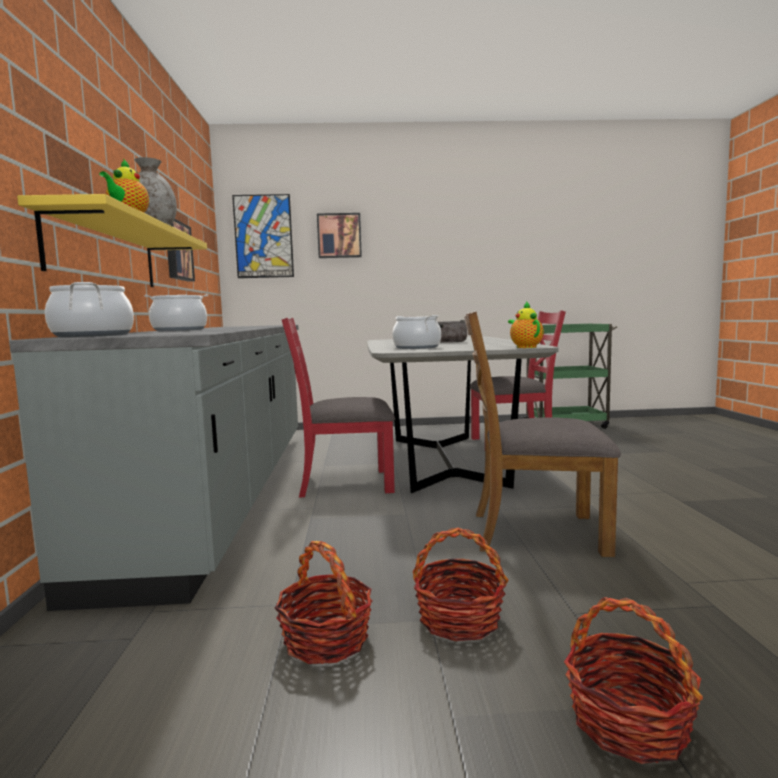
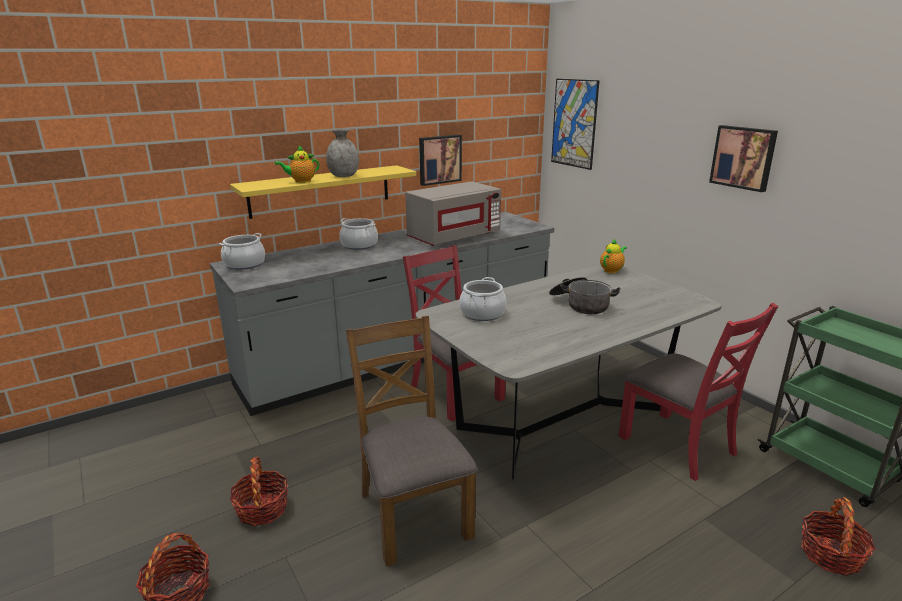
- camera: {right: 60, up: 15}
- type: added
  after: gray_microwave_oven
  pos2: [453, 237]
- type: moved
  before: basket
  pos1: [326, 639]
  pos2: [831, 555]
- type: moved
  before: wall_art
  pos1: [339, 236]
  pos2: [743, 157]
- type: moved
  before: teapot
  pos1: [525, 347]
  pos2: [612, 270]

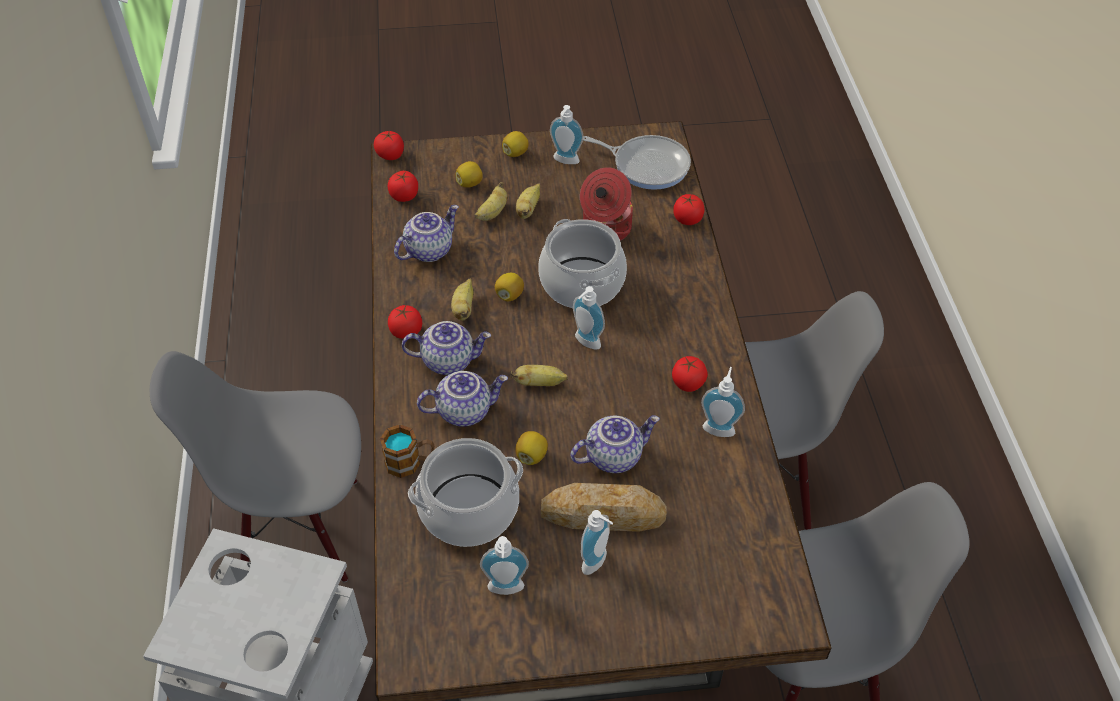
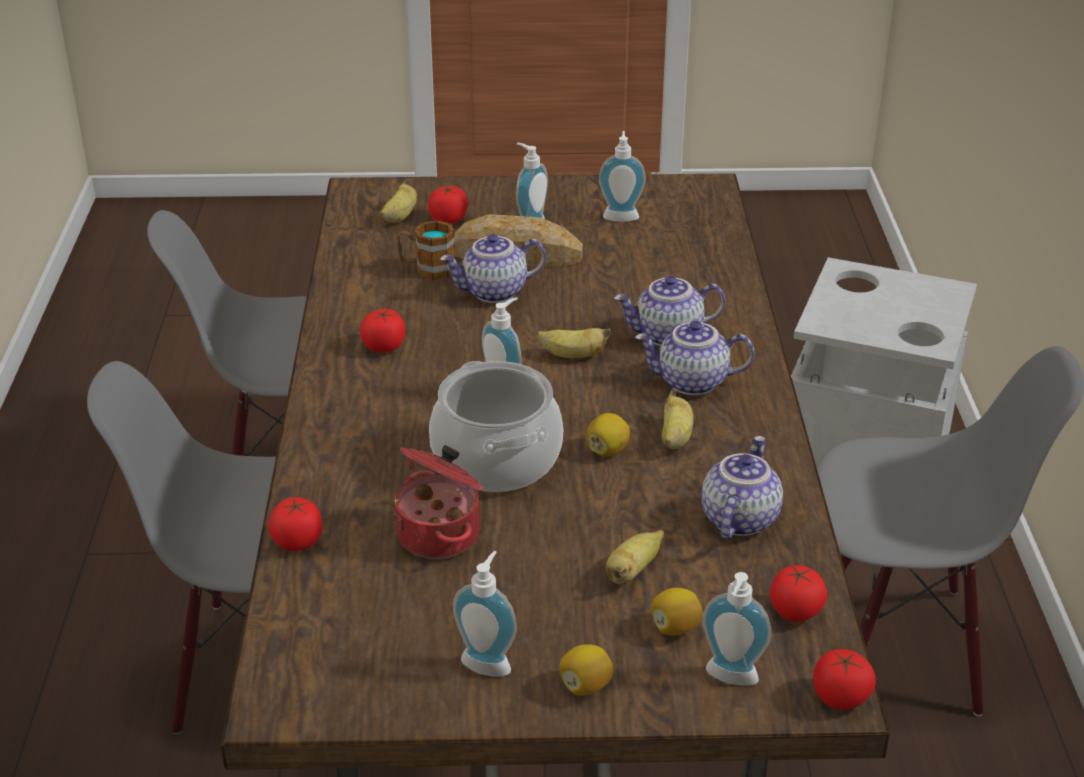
- camera: {right: -175, up: -15}
- type: removed
  before: saucepot
  pos1: [469, 510]
- type: removed
  before: citrus_fruit
  pos1: [531, 456]
- type: removed
  before: frying_pan
  pos1: [647, 165]
- type: moved
  before: coffee_mug
  pos1: [410, 462]
  pos2: [427, 269]
- type: moved
  before: whole_tomato
  pos1: [406, 331]
  pos2: [448, 219]
- type: moved
  before: whole_banana
  pos1: [528, 209]
  pos2: [400, 217]
- type: moved
  before: liquid_soap_bottle
  pos1: [719, 427]
  pos2: [730, 679]
- type: turned
  before: teapot
  pos1: [428, 250]
  pos2: [737, 518]
  turn: 150

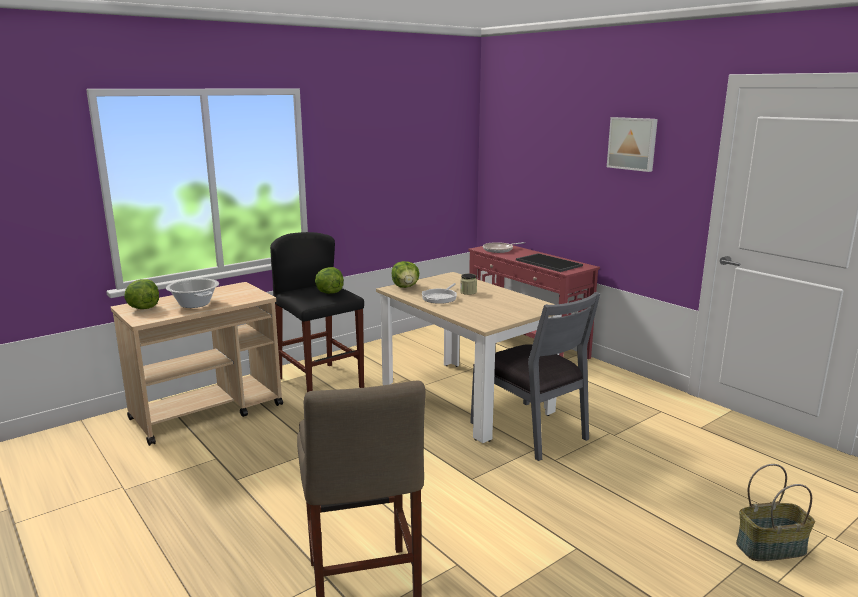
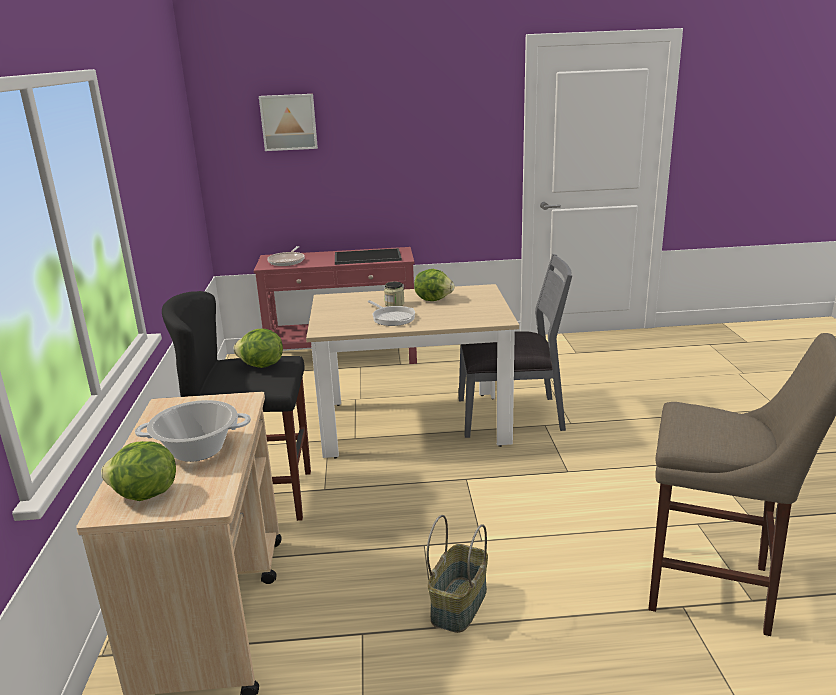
- camera: {right: -55, up: 5}
- type: moved
  before: lettuce
  pos1: [405, 287]
  pos2: [433, 299]
- type: moved
  before: wall_art
  pos1: [633, 143]
  pos2: [289, 122]
- type: moved
  before: basket
  pos1: [770, 547]
  pos2: [458, 604]

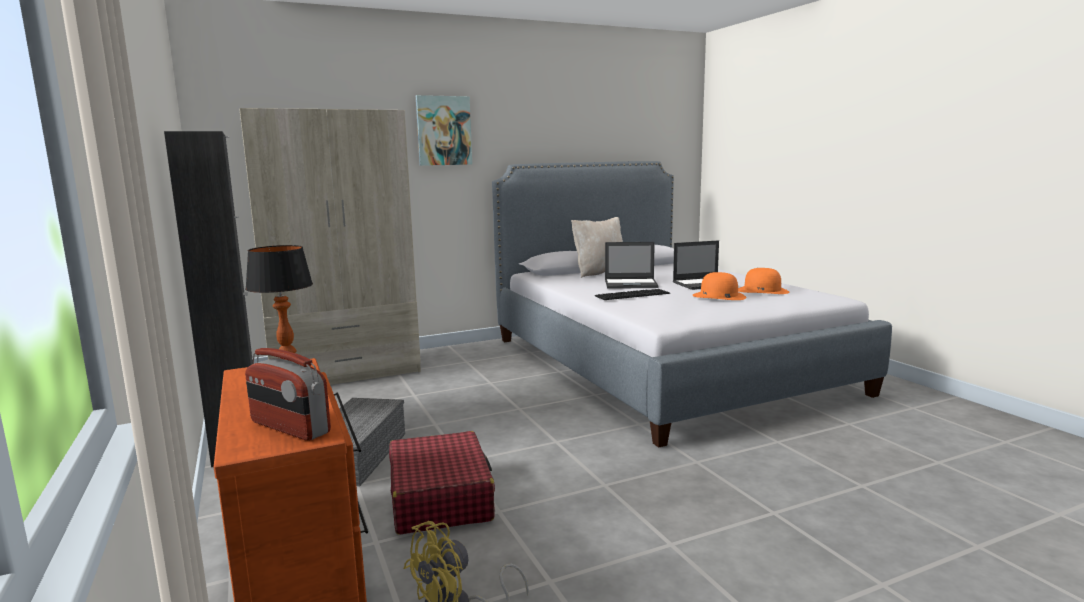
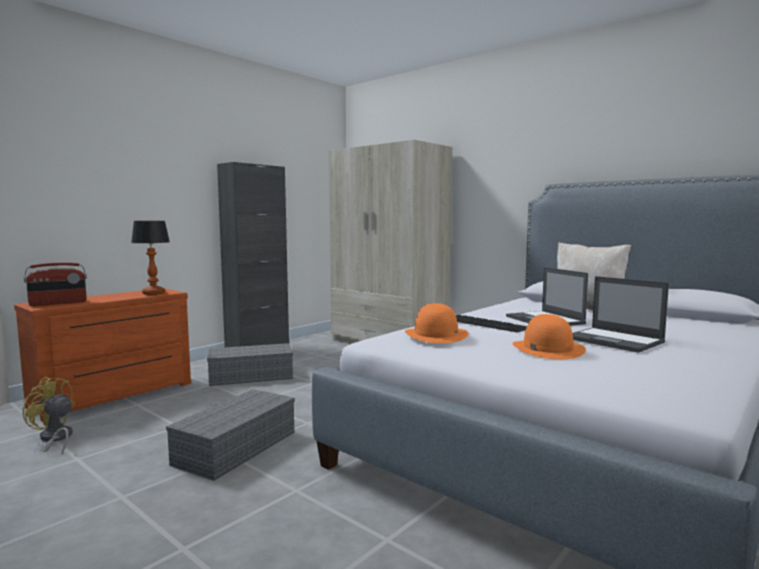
- camera: {right: 65, up: -5}
- type: removed
  before: reddish_suitcase
  pos1: [440, 498]
- type: removed
  before: wall_art
  pos1: [443, 131]
- type: added
  after: gray_storage_bin
  pos2: [236, 447]
- type: moved
  before: orange_wearable_hat
  pos1: [762, 290]
  pos2: [436, 335]
- type: turned
  before: radio_receiver
  pos1: [289, 428]
  pos2: [58, 303]
  turn: -135

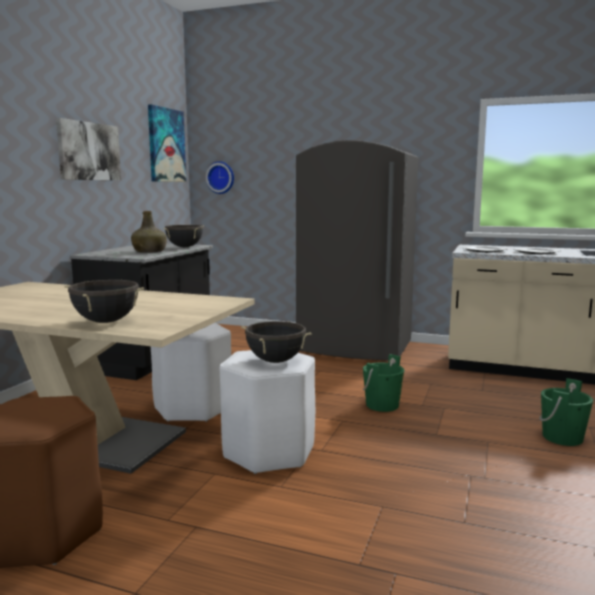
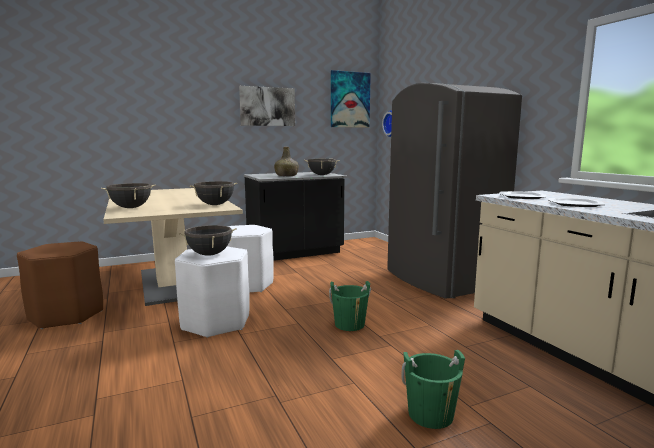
- camera: {right: 45, up: 0}
- type: added
  after: black-coloured_saucepot
  pos2: [215, 205]

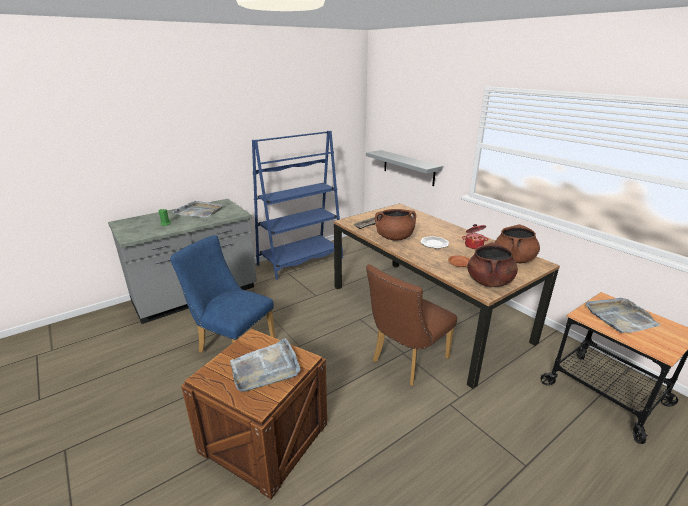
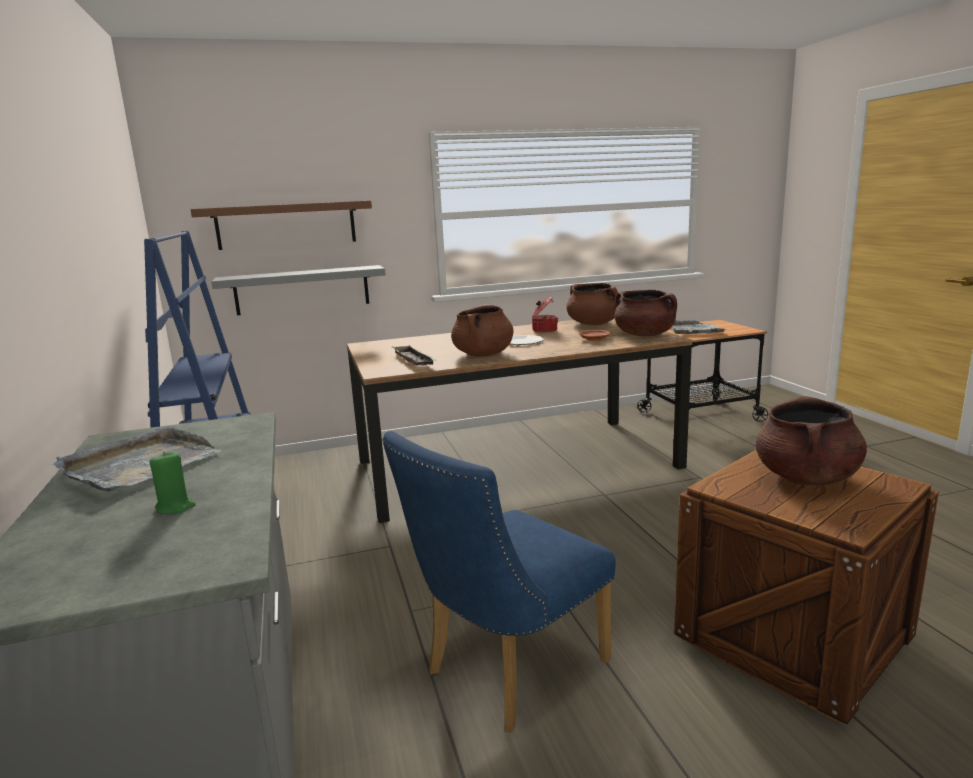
- camera: {right: -70, up: -10}
- type: removed
  before: brownish_plain_chair
  pos1: [405, 361]
- type: added
  after: brownish_wall_shelf
  pos2: [286, 225]
- type: replaced
  before: gray_tray
  after: brownish_saucepot
  pos1: [265, 368]
  pos2: [806, 478]

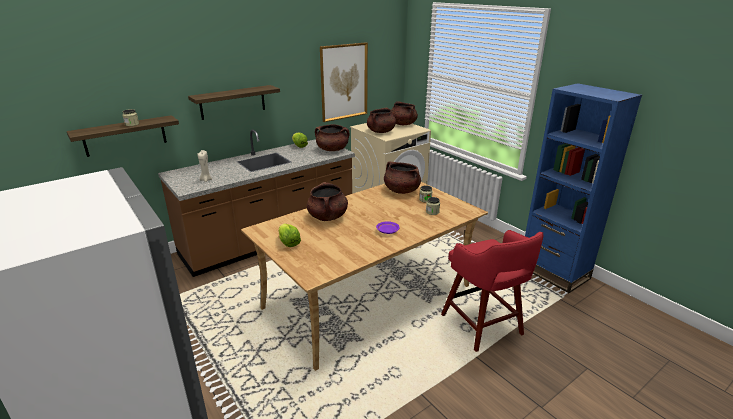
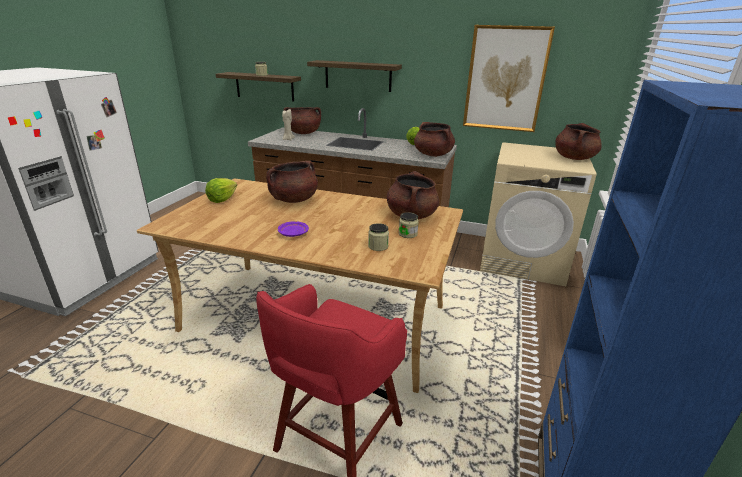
- camera: {right: 55, up: 0}
- type: moved
  before: brownish_saucepot
  pos1: [381, 131]
  pos2: [303, 133]

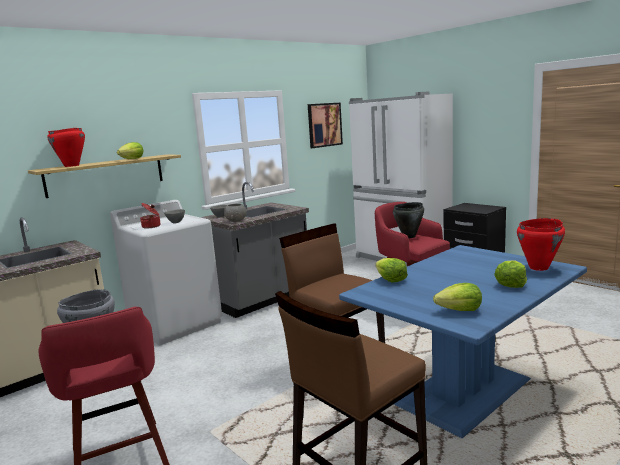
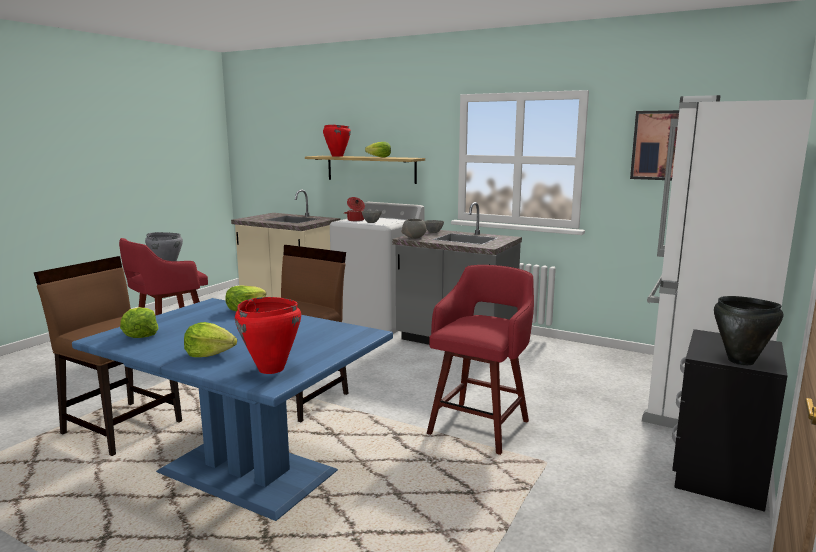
- camera: {right: 70, up: 0}
- type: moved
  before: black-coloured_saucepot
  pos1: [409, 236]
  pos2: [741, 361]

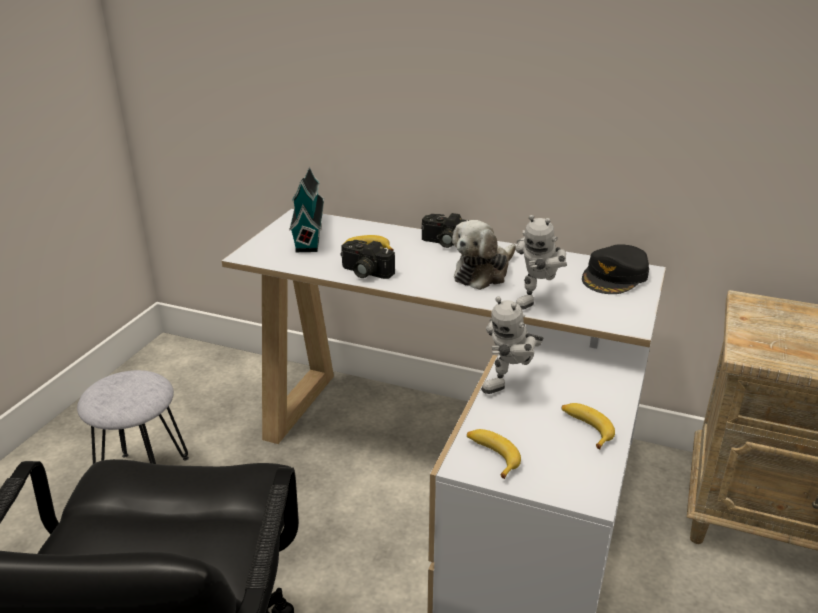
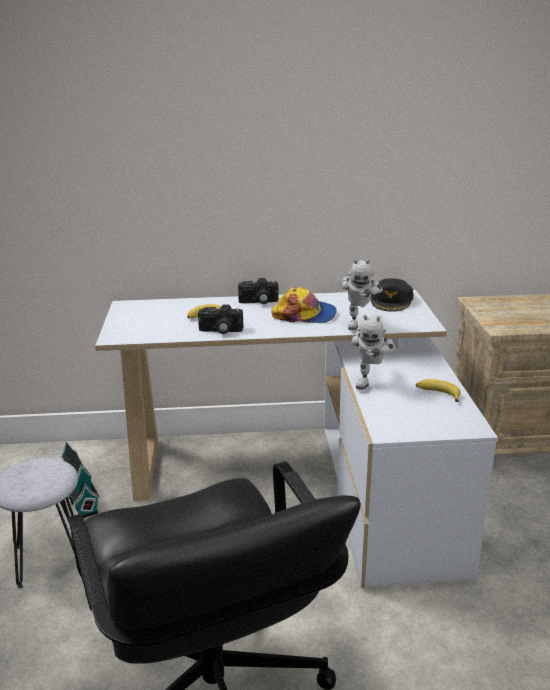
- camera: {right: -25, up: -5}
- type: removed
  before: whole_banana
  pos1: [491, 456]
- type: moved
  before: miniature_house
  pos1: [309, 233]
  pos2: [80, 496]
- type: replaced
  before: soft_toy
  after: cap
  pos1: [483, 273]
  pos2: [305, 315]

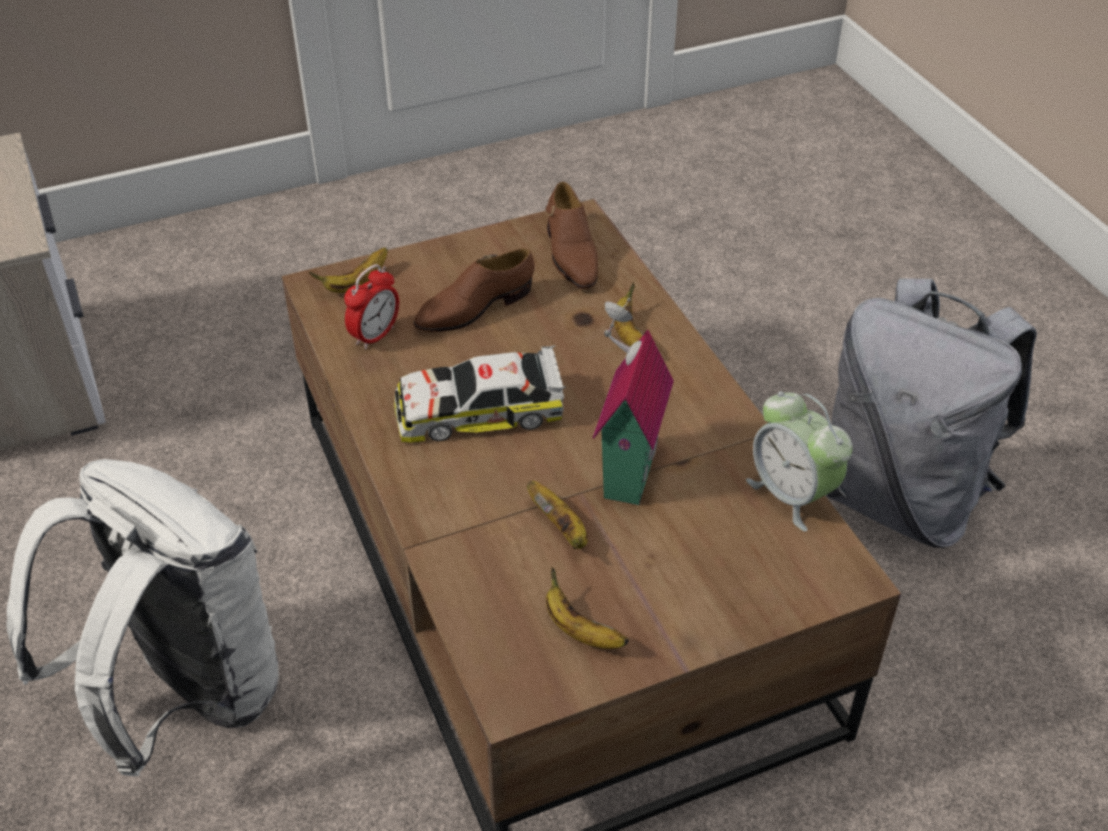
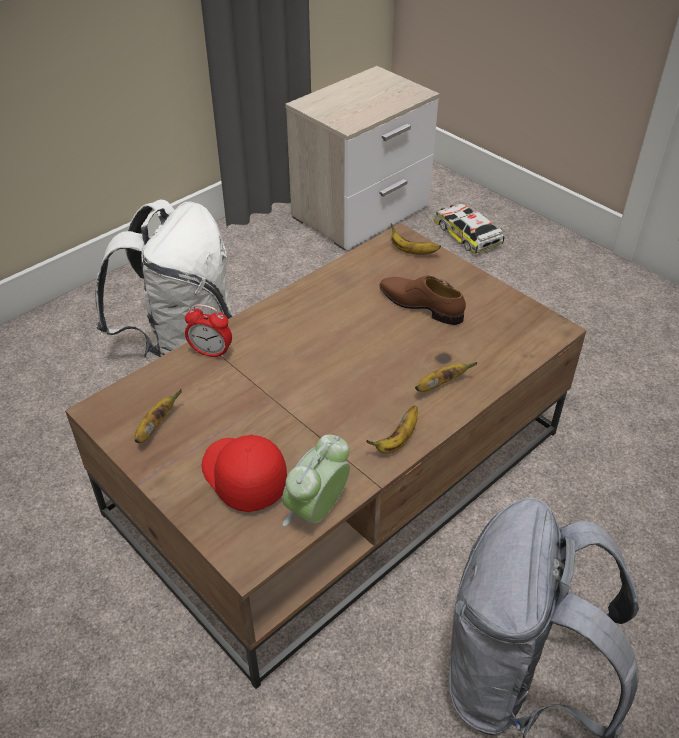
- camera: {right: 70, up: 0}
- type: removed
  before: brownish_shoe
  pos1: [570, 255]
- type: removed
  before: miniature_house
  pos1: [624, 470]
- type: added
  after: reddish_cap
  pos2: [242, 478]
- type: moved
  before: table_clock
  pos1: [375, 336]
  pos2: [211, 352]
- type: moved
  before: model_car
  pos1: [479, 411]
  pos2: [467, 234]
- type: moved
  before: whole_banana
  pos1: [561, 528]
  pos2: [397, 440]

